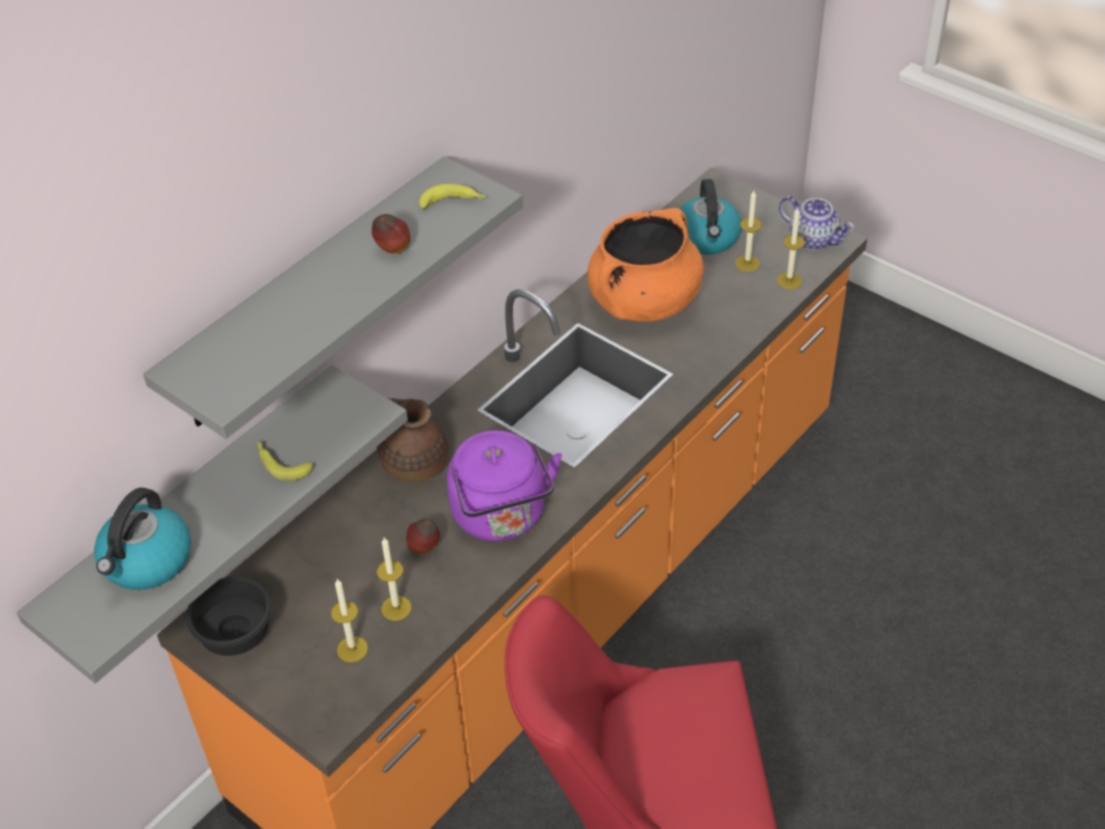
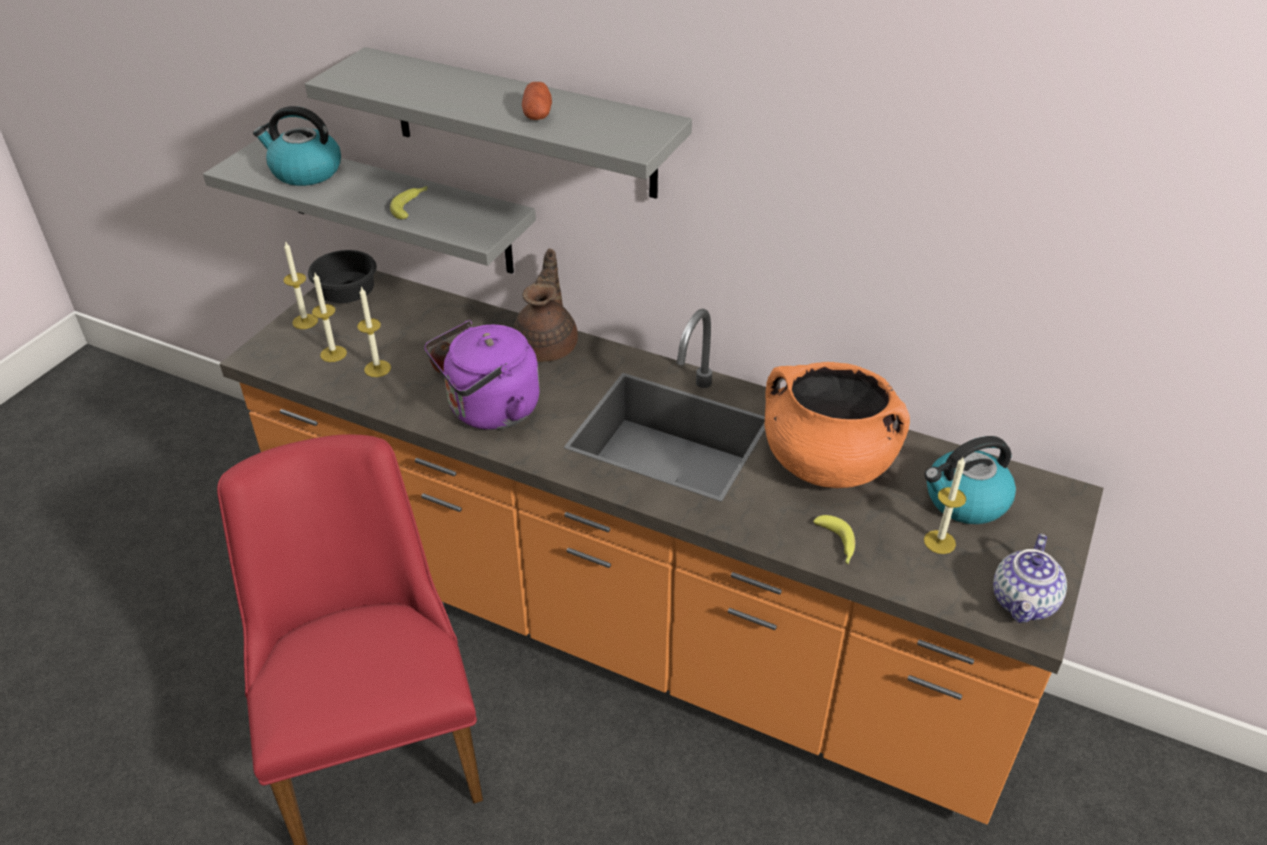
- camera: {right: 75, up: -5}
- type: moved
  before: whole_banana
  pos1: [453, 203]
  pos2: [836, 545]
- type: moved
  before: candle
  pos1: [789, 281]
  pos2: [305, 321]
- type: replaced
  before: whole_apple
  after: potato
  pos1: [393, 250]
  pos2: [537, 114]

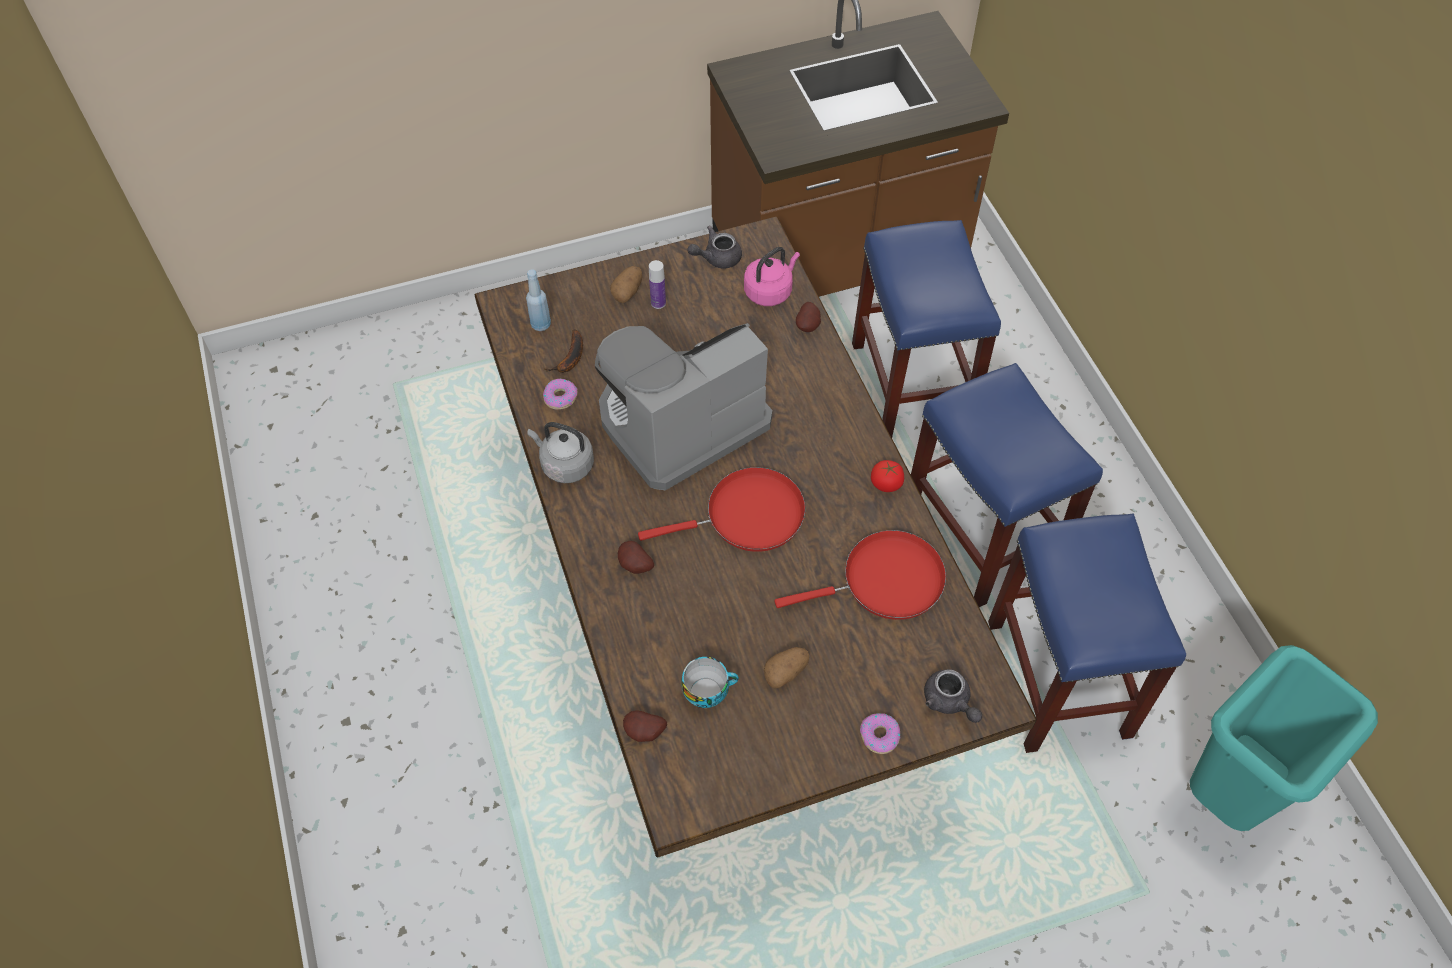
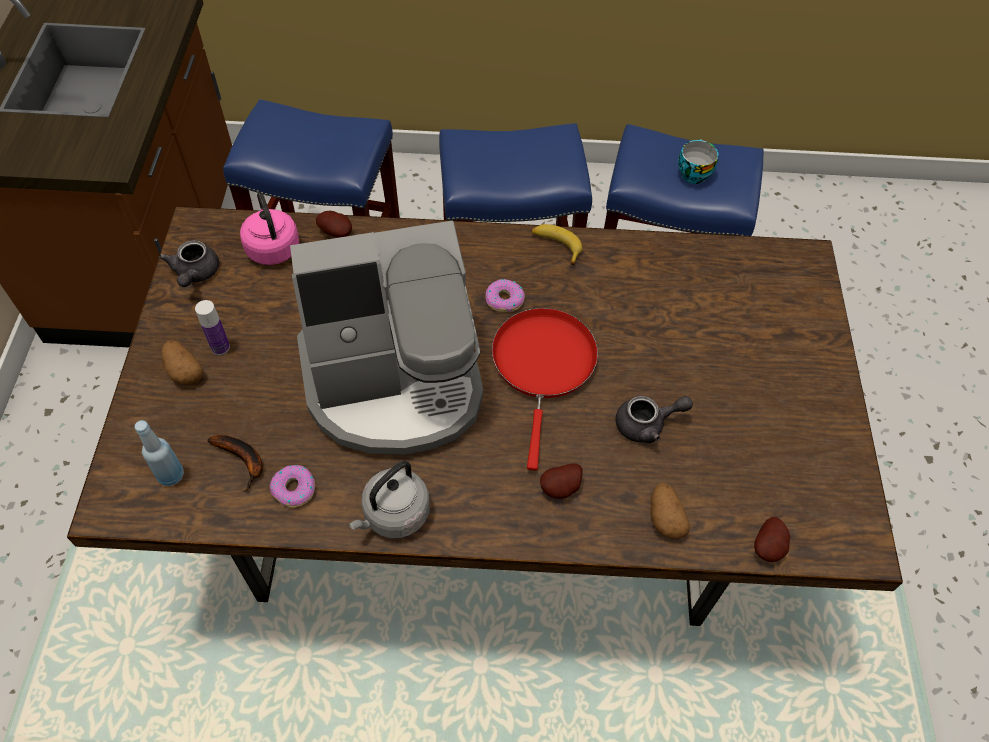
- camera: {right: -70, up: 0}
- type: removed
  before: reddish_frying_pan
  pos1: [885, 581]
- type: removed
  before: turquoise_rubbish_bin
  pos1: [1227, 795]
- type: moved
  before: small_cup
  pos1: [708, 691]
  pos2: [692, 173]
- type: moved
  before: potato
  pos1: [786, 672]
  pos2: [665, 517]
- type: moved
  before: ring_doughnut
  pos1: [879, 736]
  pos2: [504, 300]
- type: moved
  before: gray_teapot
  pos1: [949, 702]
  pos2: [647, 424]
- type: replaced
  before: whole_tomato
  after: whole_banana
  pos1: [886, 483]
  pos2: [556, 246]
- type: turned
  before: coffee_brewer
  pos1: [679, 422]
  pos2: [395, 383]
  turn: -90

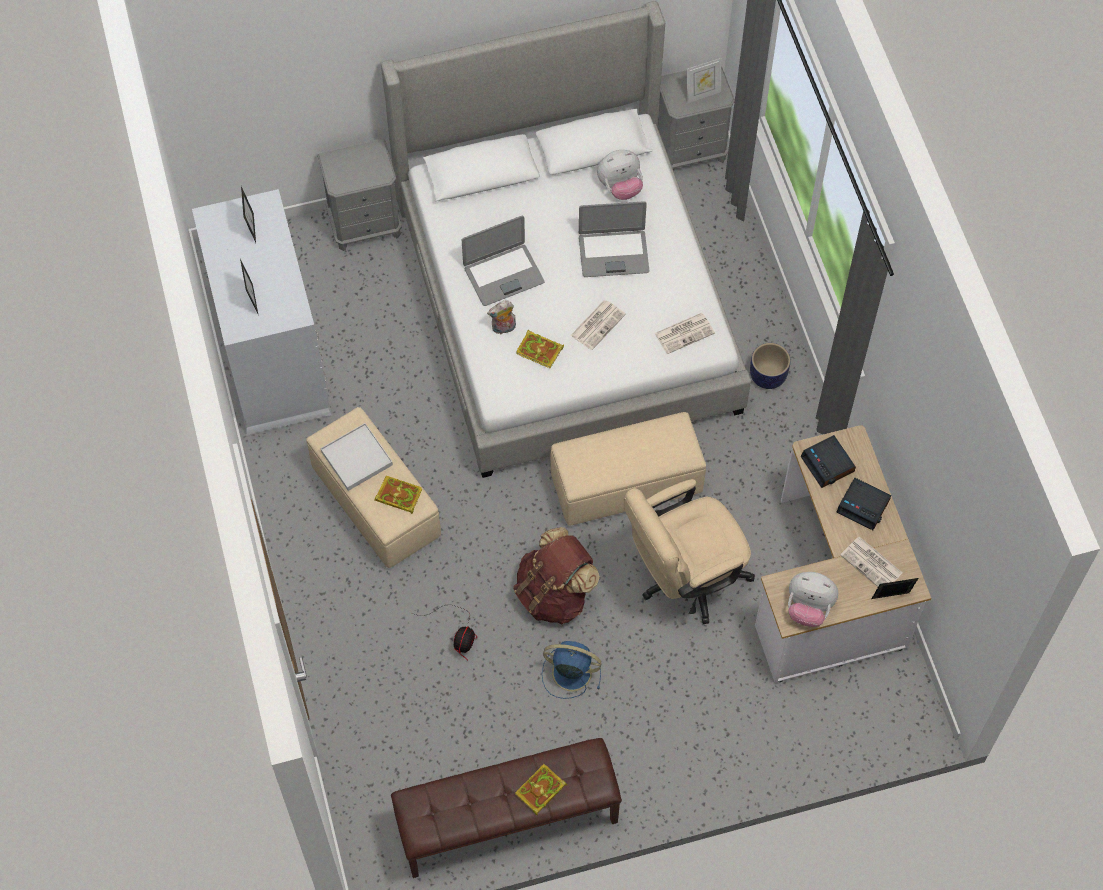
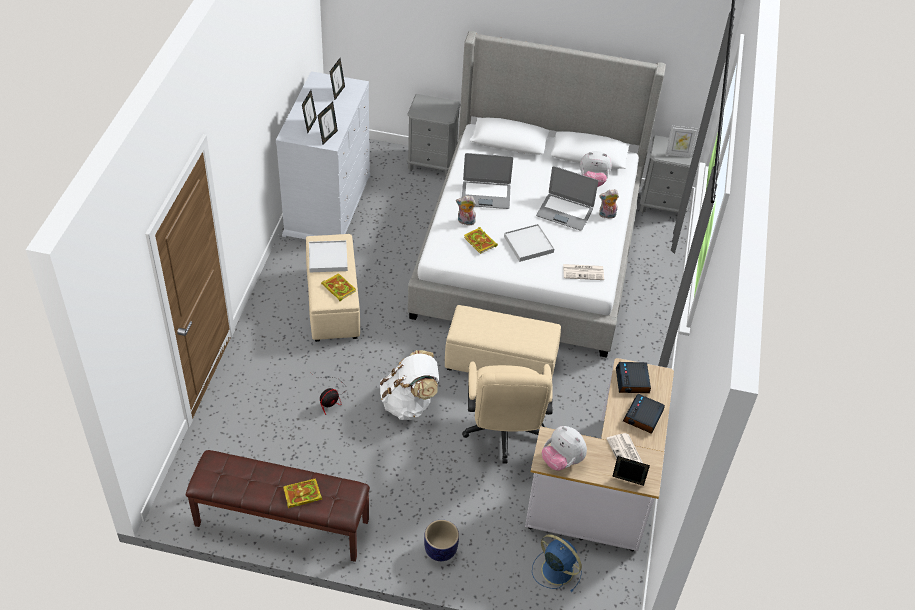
- camera: {right: 25, up: -15}
- type: added
  after: picture_frame
  pos2: [328, 137]
- type: added
  after: soft_toy
  pos2: [607, 215]
- type: moved
  before: blue_electric_fan
  pos1: [570, 672]
  pos2: [556, 569]
- type: moved
  before: plant_pot
  pos1: [767, 377]
  pos2: [440, 550]
- type: replaced
  before: printed_paper
  after: whitish_tray
  pos1: [598, 324]
  pos2: [528, 244]
- type: recoloured
  before: brownish_rucksack
  after: whitish_rucksack
  pos1: [554, 594]
  pos2: [409, 403]
- type: turned
  before: beige-coloured_office_chair
  pos1: [684, 578]
  pos2: [503, 434]
  turn: -90
- type: turned
  before: table_clock
  pos1: [863, 506]
  pos2: [643, 417]
  turn: 60

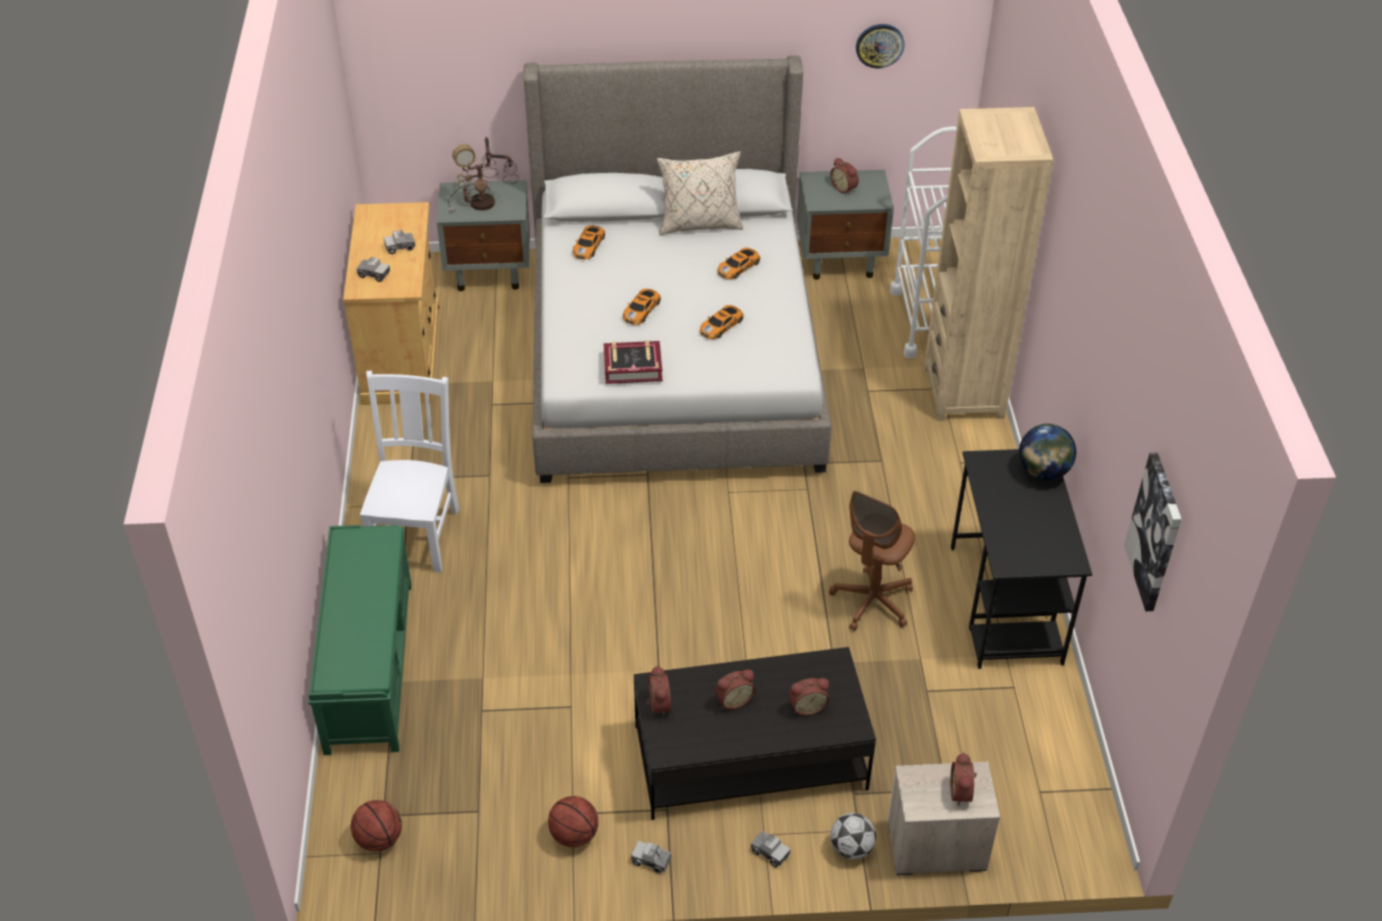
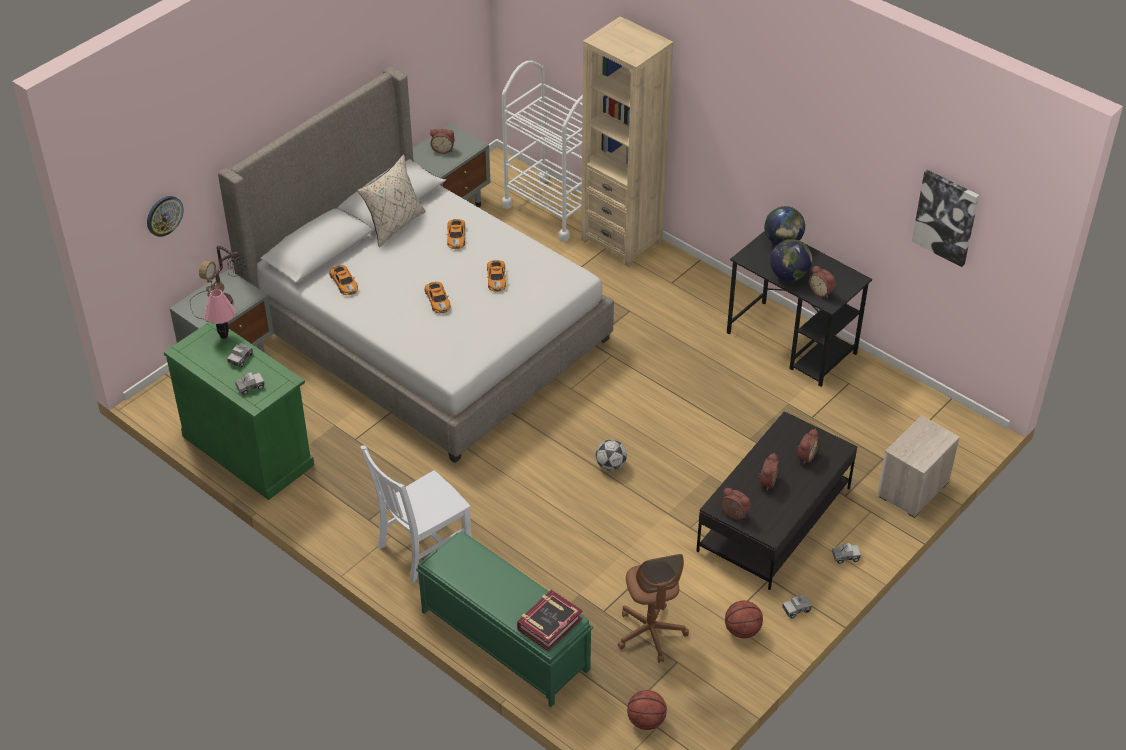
- camera: {right: -45, up: 0}
- type: added
  after: pinkish_table_lamp
  pos2: [224, 336]
- type: added
  after: globe
  pos2: [789, 276]
- type: moved
  before: volume
  pos1: [632, 367]
  pos2: [549, 624]
- type: moved
  before: brownish_office_chair
  pos1: [872, 602]
  pos2: [651, 633]
- type: moved
  before: football_ball
  pos1: [851, 848]
  pos2: [610, 465]
- type: moved
  before: hanging_clock
  pos1: [879, 45]
  pos2: [164, 215]
- type: moved
  before: table_clock
  pos1: [962, 793]
  pos2: [822, 291]
- type: recoloured
  before: beige-coloured_cupboard
  after: green-coloured_cupboard
  pos1: [402, 354]
  pos2: [248, 450]
- type: turned
  before: whitish_plain_chair
  pos1: [416, 534]
  pos2: [422, 548]
  turn: -90

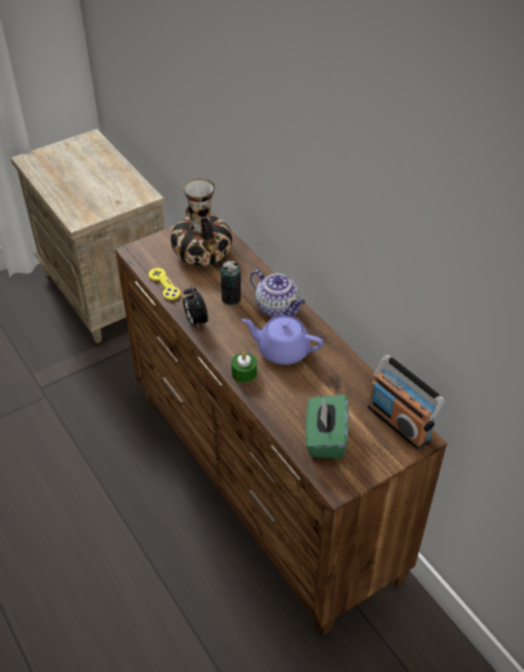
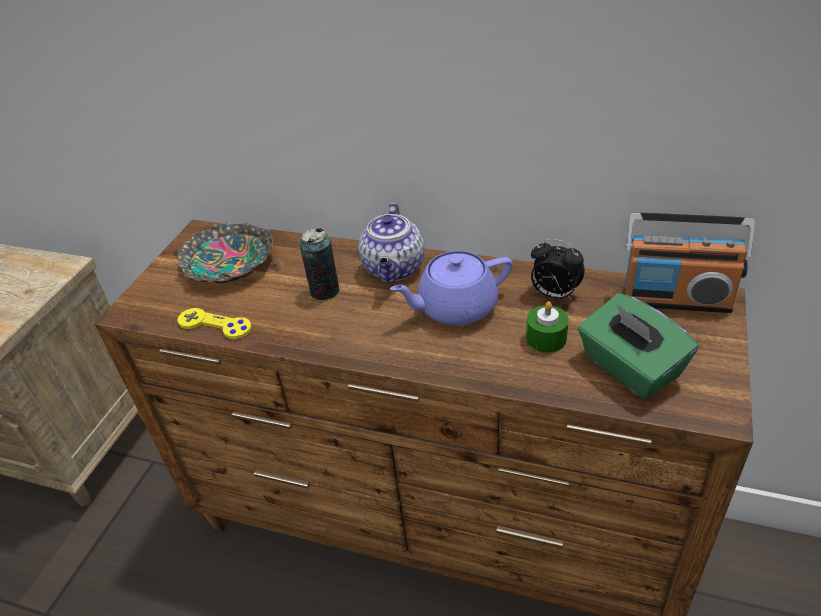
- camera: {right: -35, up: -5}
- type: moved
  before: table_clock
  pos1: [195, 321]
  pos2: [554, 295]
- type: moved
  before: green-coloured_candle
  pos1: [244, 373]
  pos2: [546, 338]
- type: replaced
  before: flower_vase
  after: deep_dish
  pos1: [202, 252]
  pos2: [227, 264]
- type: turned
  before: teapot
  pos1: [278, 308]
  pos2: [394, 269]
  turn: 90

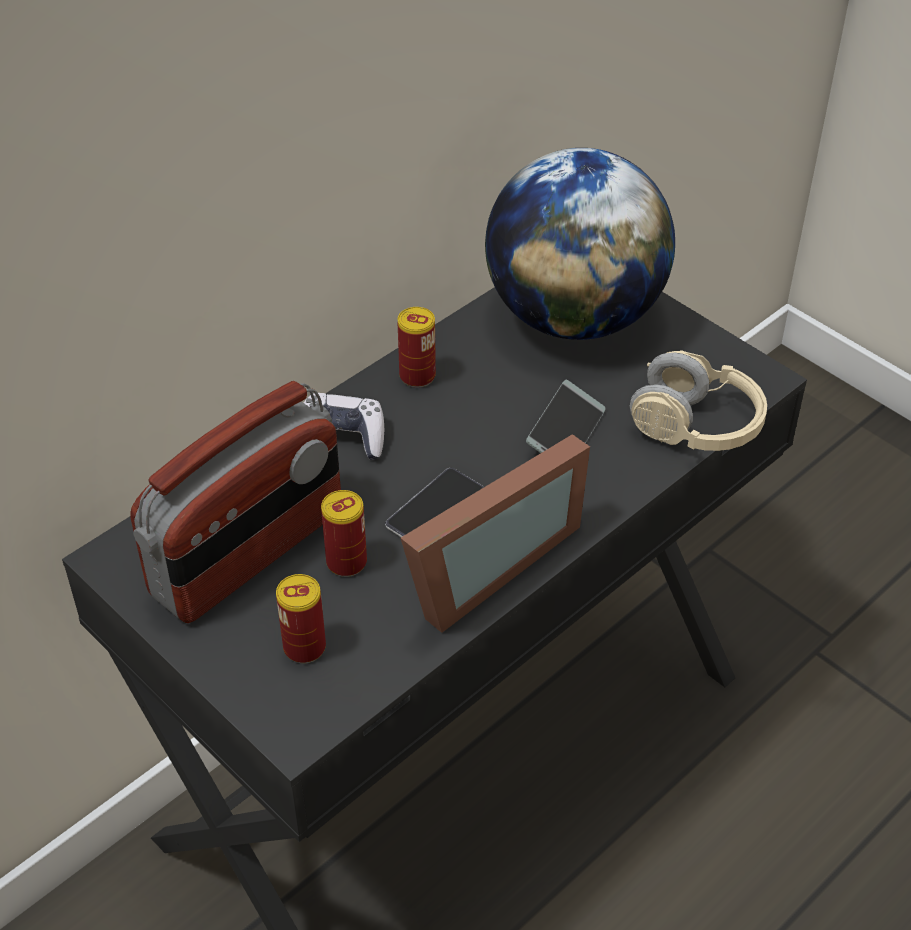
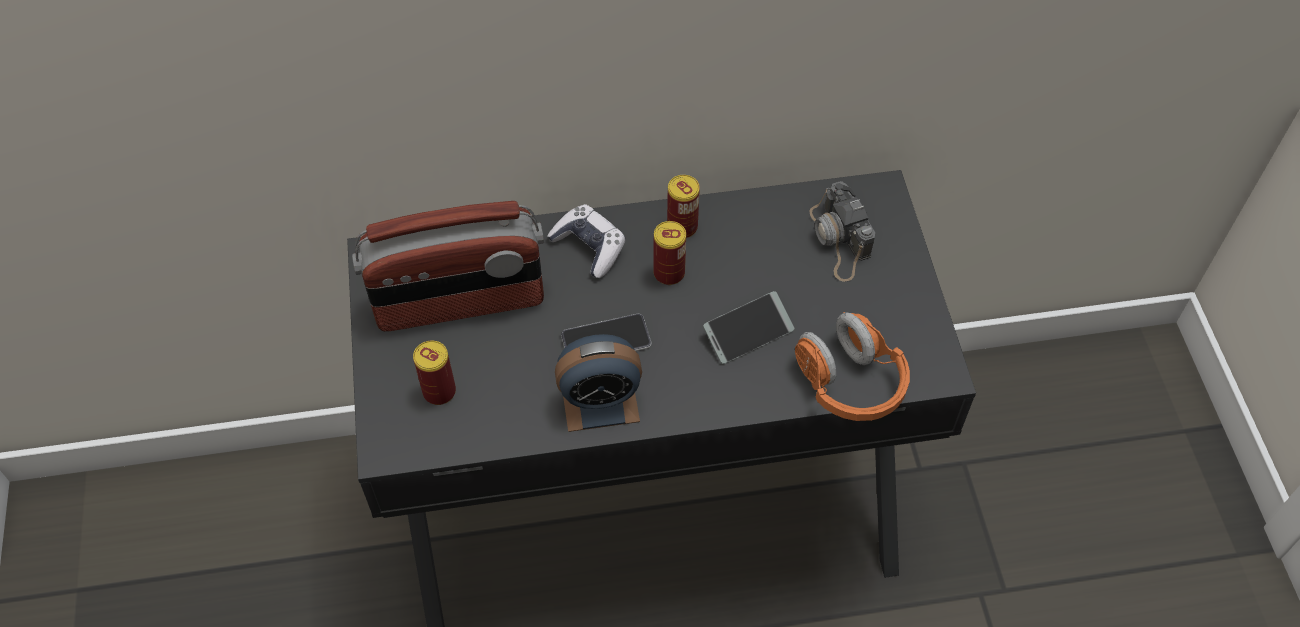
- camera: {right: 35, up: 10}
- type: moved
  before: metal_can
  pos1: [346, 562]
  pos2: [669, 273]
- type: replaced
  before: picture_frame
  after: table_clock
  pos1: [481, 566]
  pos2: [600, 402]
- type: replaced
  before: globe
  after: photo_camera
  pos1: [574, 317]
  pos2: [839, 240]
- type: recoloured
  before: beige-coloured_headphones
  after: orange_headphones
  pos1: [695, 427]
  pos2: [849, 383]

